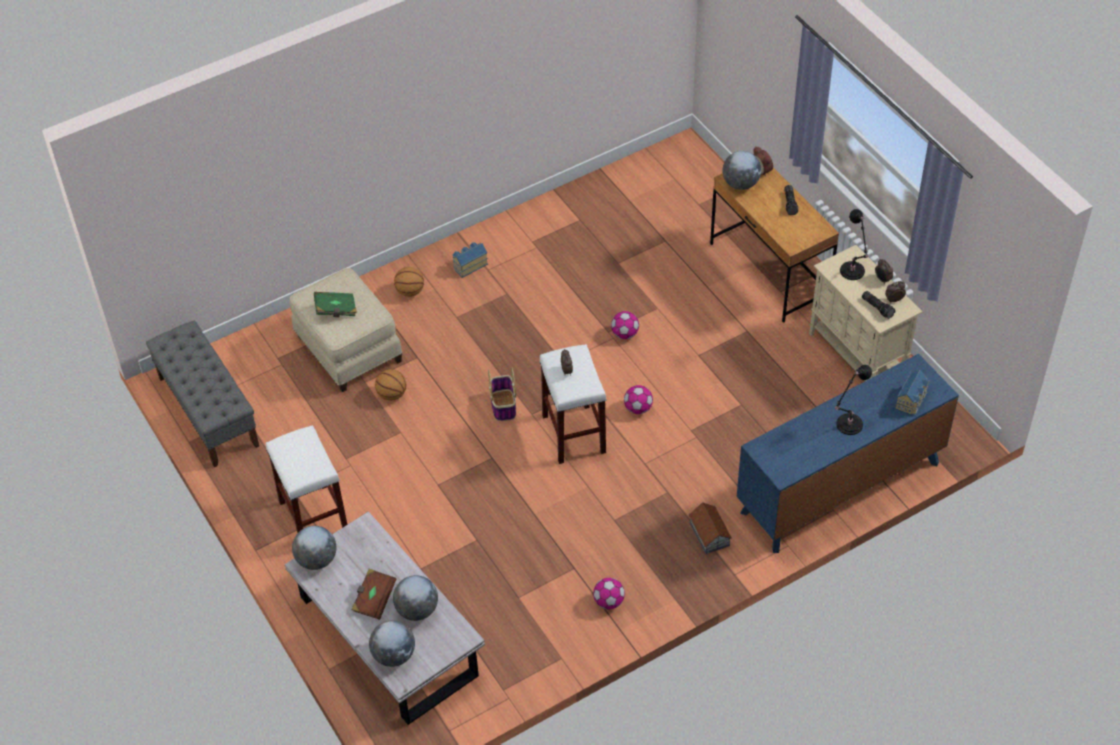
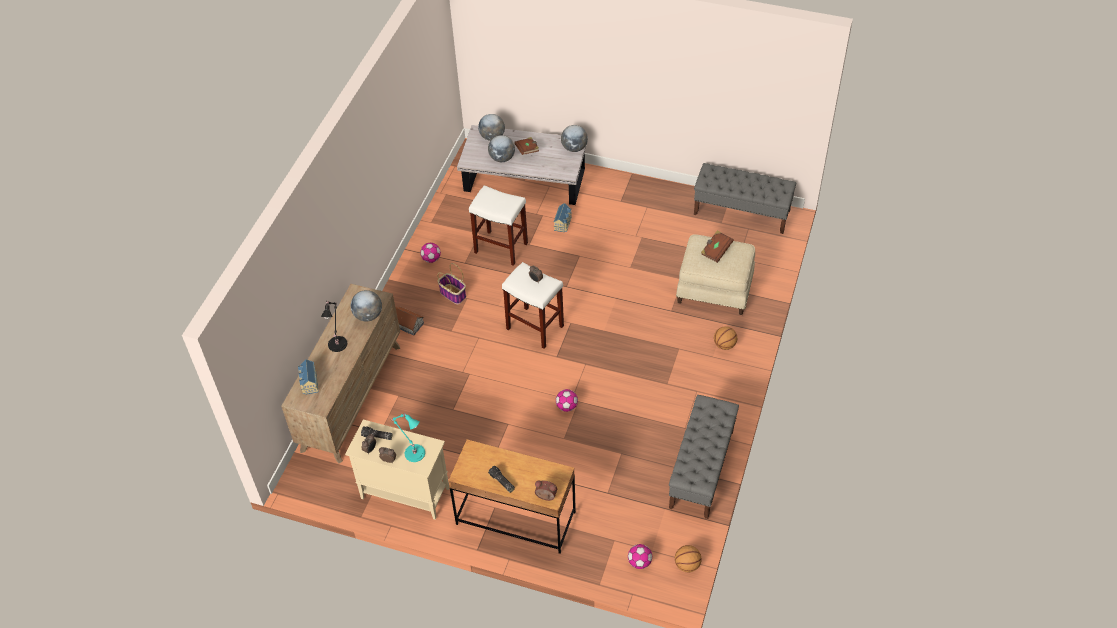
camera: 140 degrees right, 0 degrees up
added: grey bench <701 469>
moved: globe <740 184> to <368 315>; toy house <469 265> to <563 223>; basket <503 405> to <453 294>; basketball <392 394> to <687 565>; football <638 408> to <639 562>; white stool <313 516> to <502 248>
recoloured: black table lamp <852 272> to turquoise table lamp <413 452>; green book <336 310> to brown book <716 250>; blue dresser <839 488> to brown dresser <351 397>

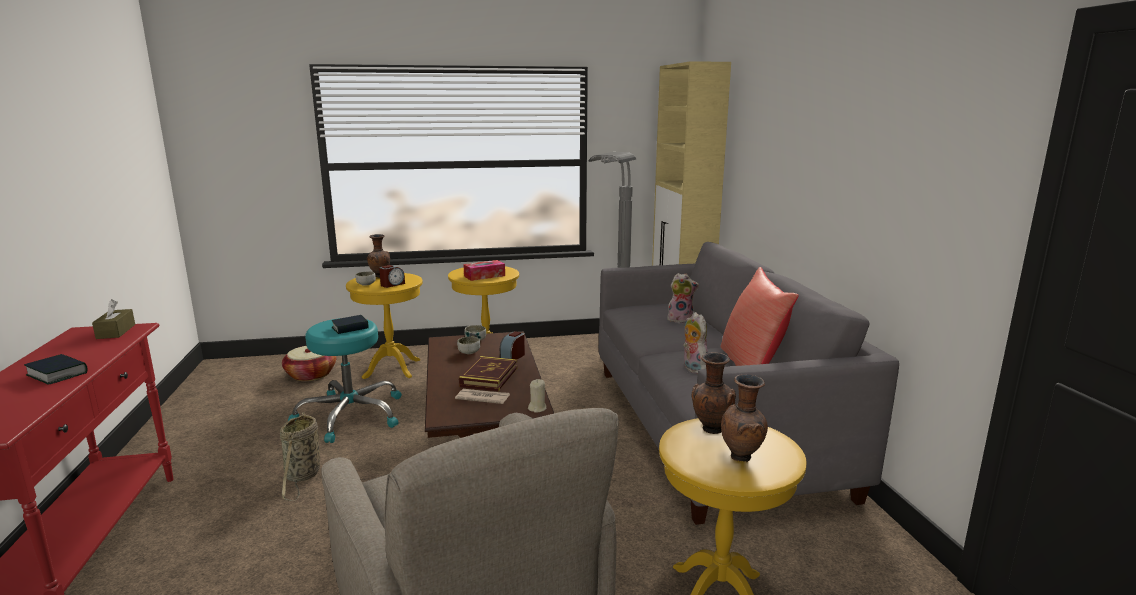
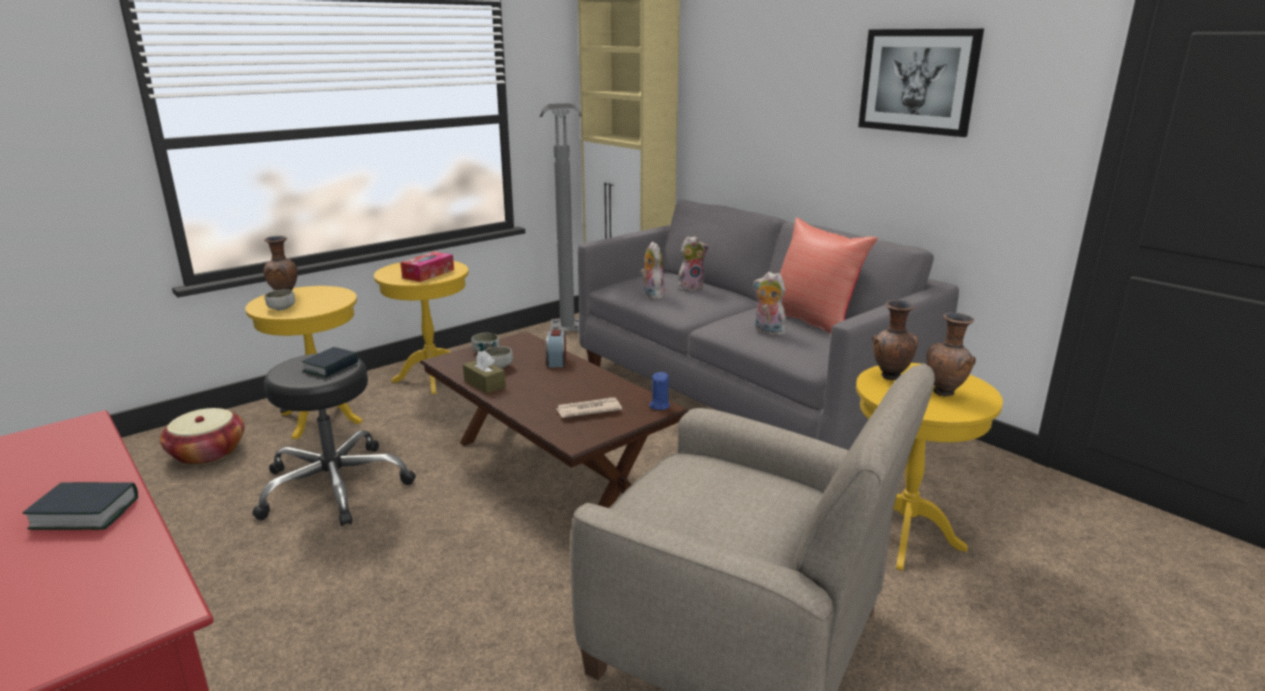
camera: 30 degrees left, 5 degrees up
removed: alarm clock <392 284>; book <489 377>; basket <302 476>
added: picture <918 81>; plush toy <652 295>
moved: brown tissue box <116 331> to <484 384>
recoloured: turquoise stool <350 415> to black stool <334 486>; beige candle <537 408> to blue candle <659 405>

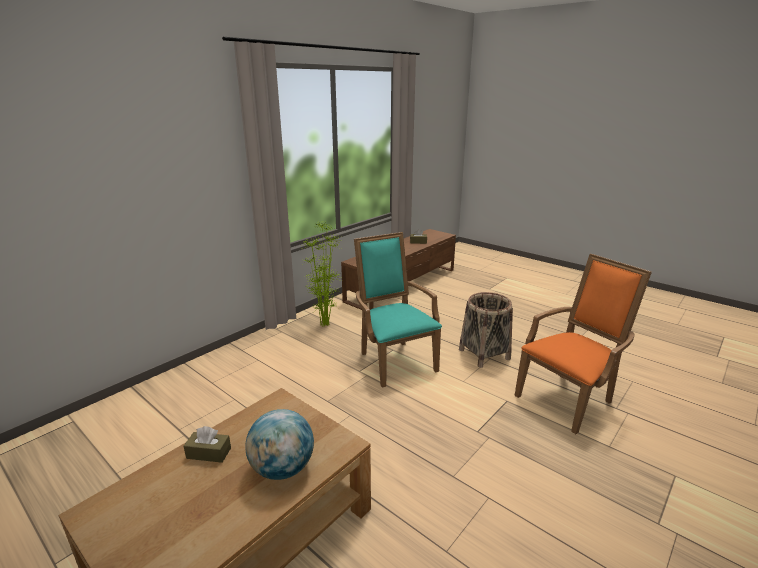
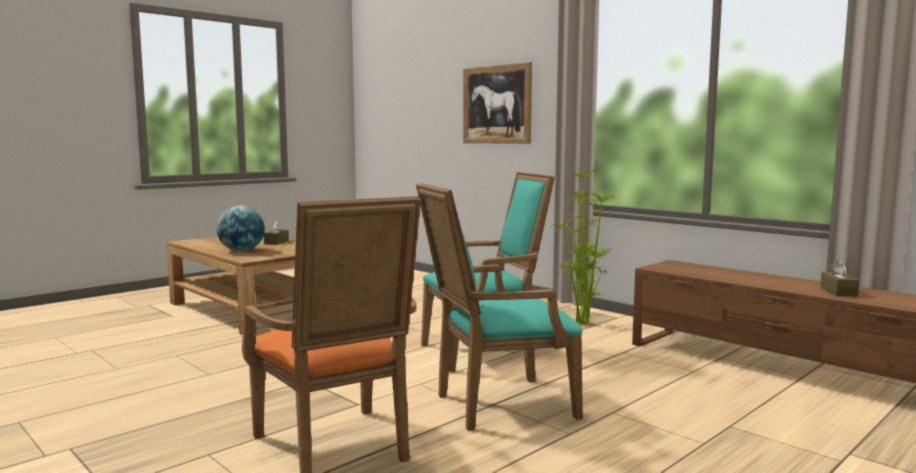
camera: 95 degrees right, 15 degrees down
added: picture <496 104>
replaced: basket <484 354> to turquoise armchair <496 406>

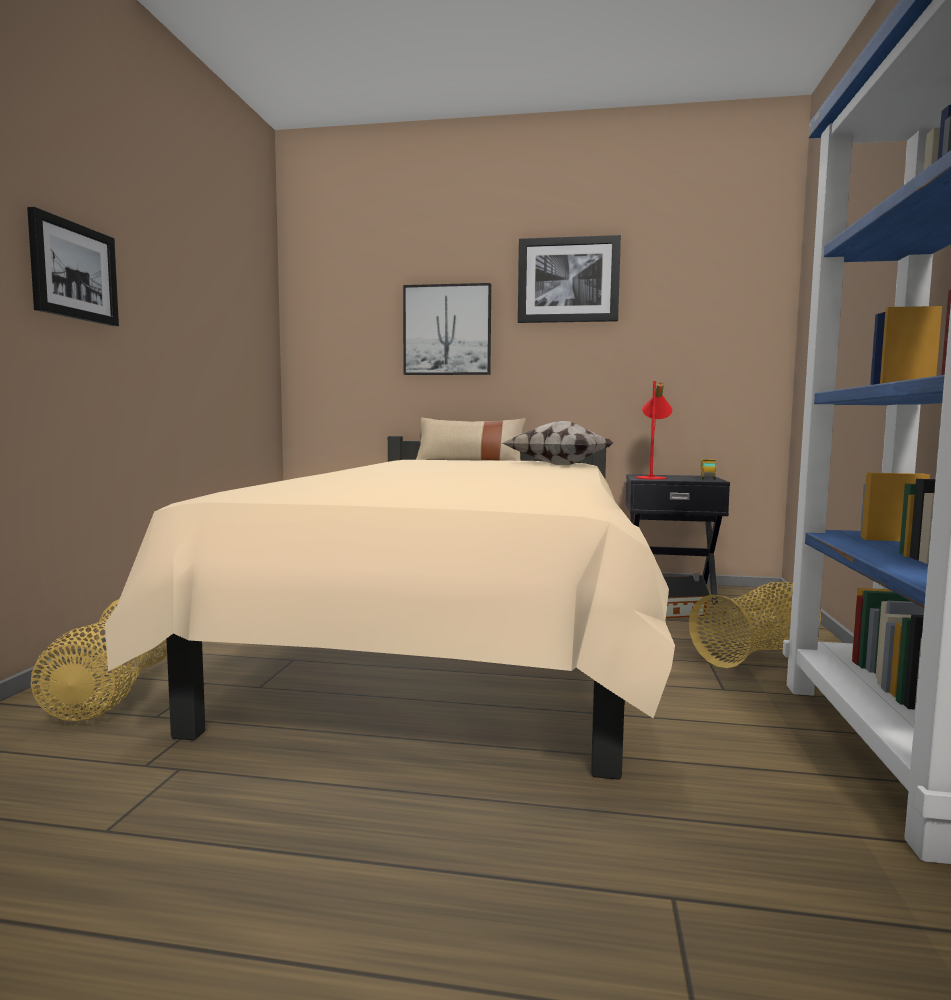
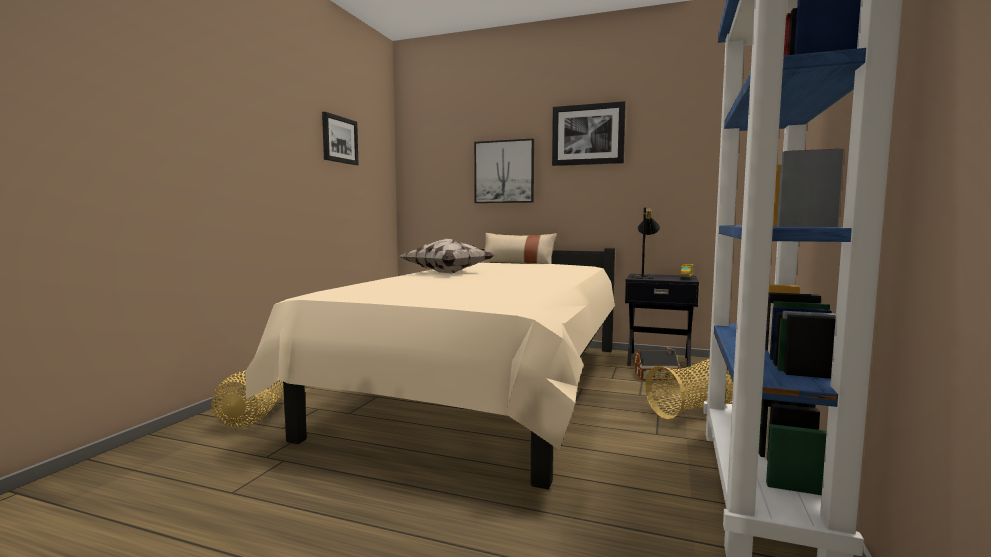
camera: 10 degrees right, 0 degrees up
moved: picture <73 271> to <339 140>; pillow <558 464> to <447 272>
recoloured: red table lamp <652 477> to black table lamp <644 277>

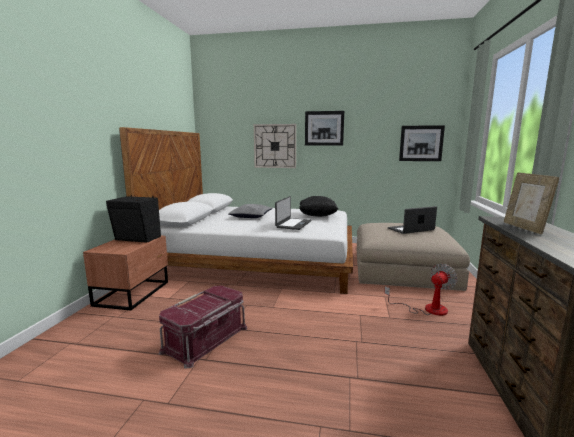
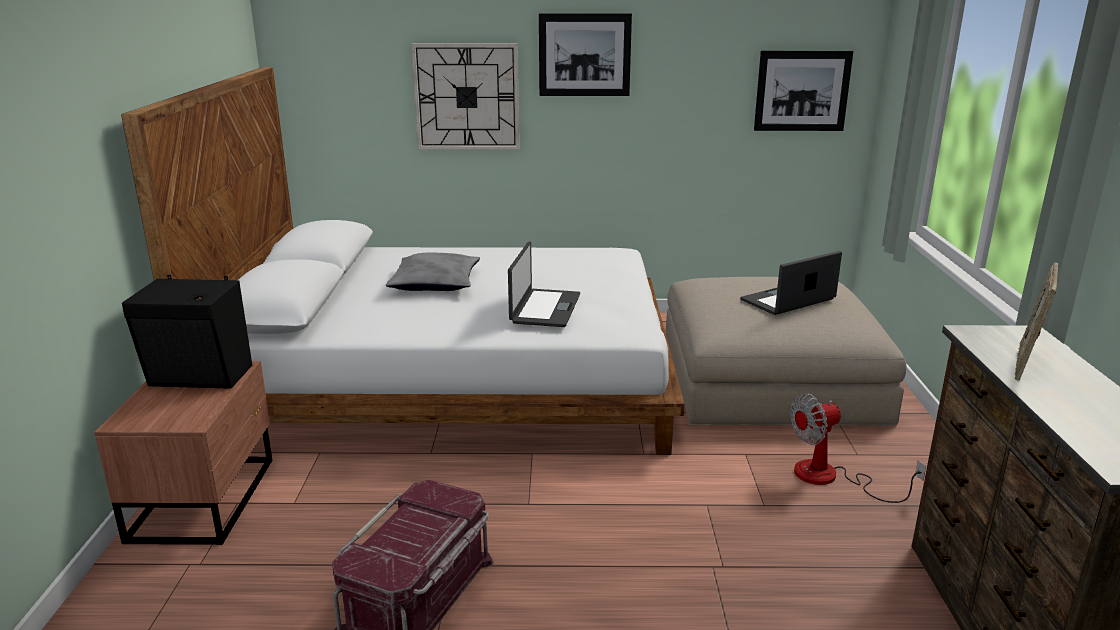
camera: 10 degrees left, 10 degrees up
removed: black pillow <317 216>
turned: picture frame <524 228> = <1026 364> 45 degrees clockwise; fan <427 309> = <831 478> 150 degrees counterclockwise

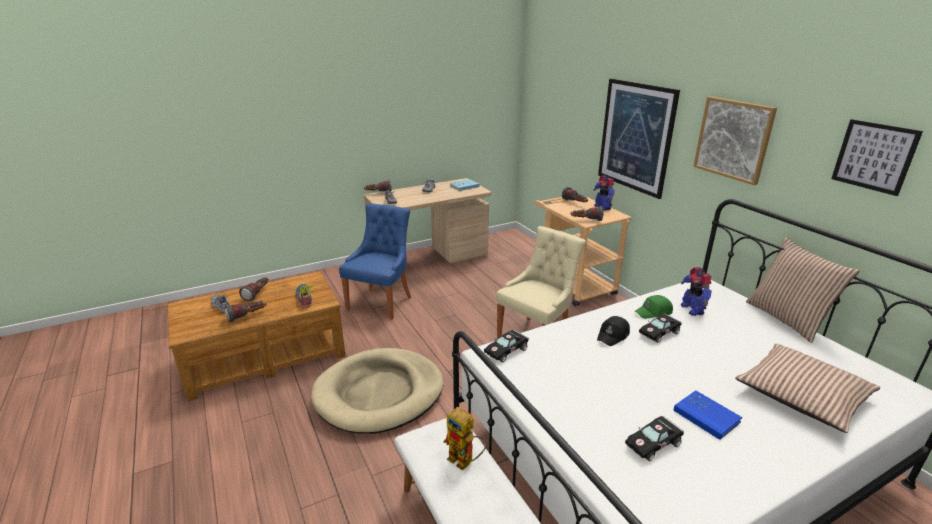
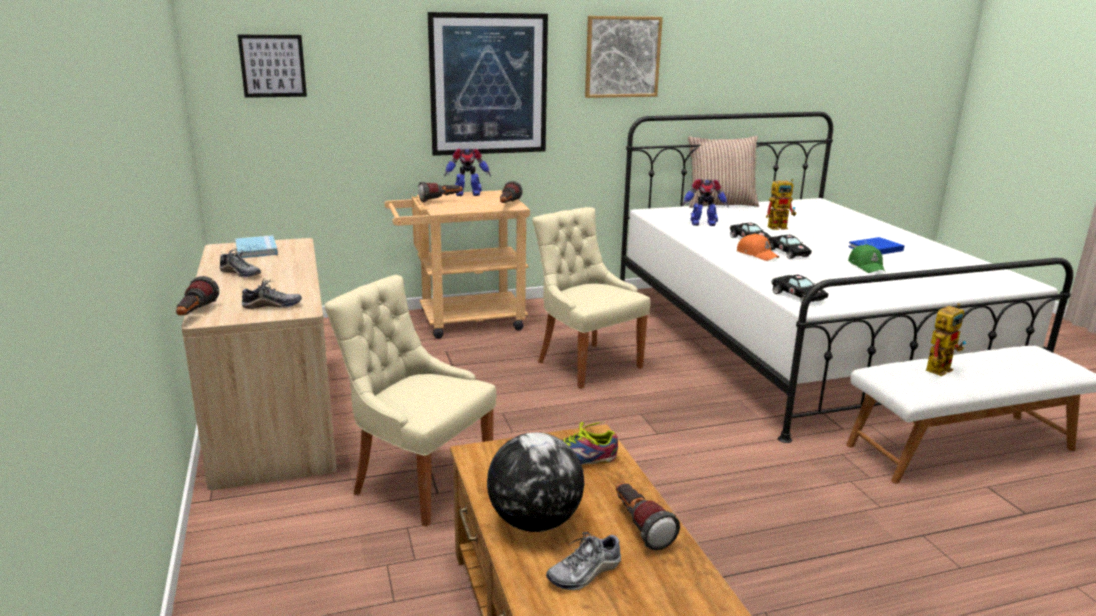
camera: 80 degrees left, 5 degrees down
removed: pillow <802 395>; beige dog bed <379 393>
added: toy robot <780 227>
moved: picture <874 156> to <273 66>; green cap <654 312> to <866 266>; black toy car <654 443> to <787 252>
replaced: flashlight <258 294> to globe <534 521>
recoloured: blue chair <381 302> to beige chair <418 481>; black cap <613 335> to orange cap <757 254>

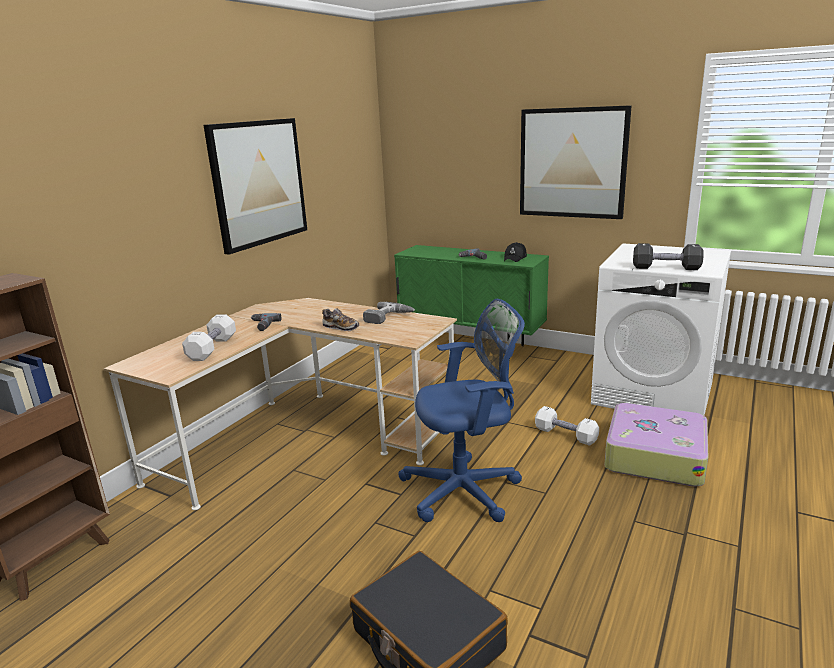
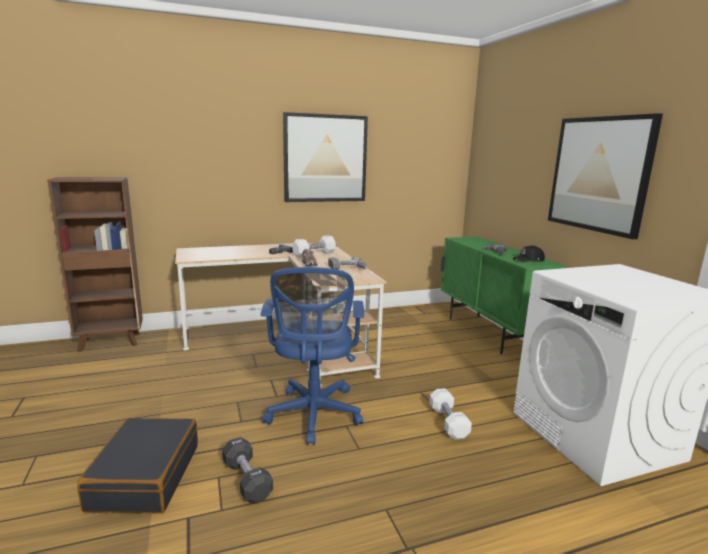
camera: 40 degrees right, 5 degrees down
removed: suitcase <654 455>
moved: black dumbbell <666 268> to <247 480>; white dumbbell <212 348> to <314 254>
turned: blue office chair <466 490> = <314 416> 60 degrees clockwise

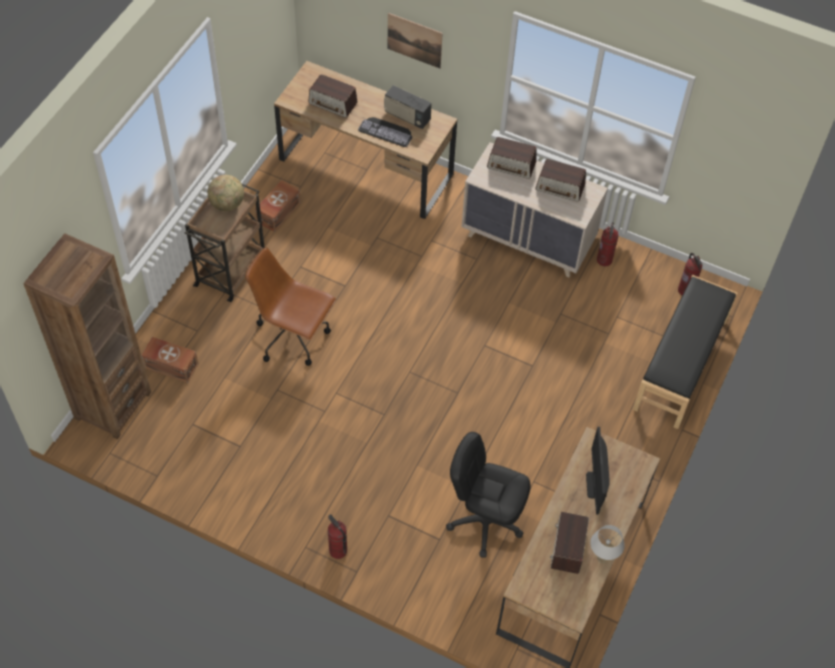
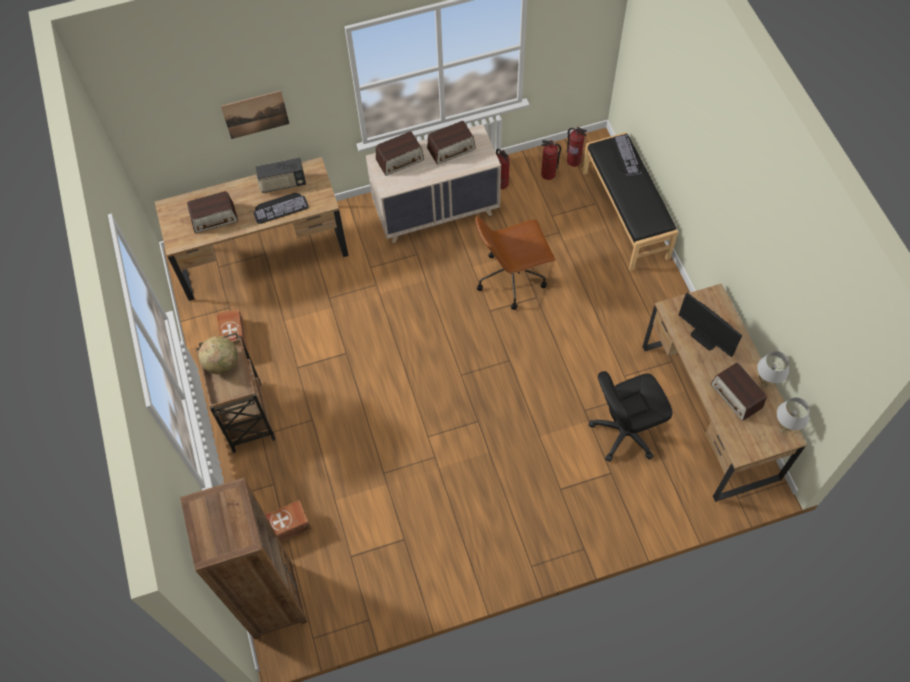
camera: 40 degrees left, 5 degrees up
added: keyboard <624 155>; white table lamp <783 429>
moved: brown office chair <293 337> to <512 278>; fire extinguisher <337 550> to <548 174>

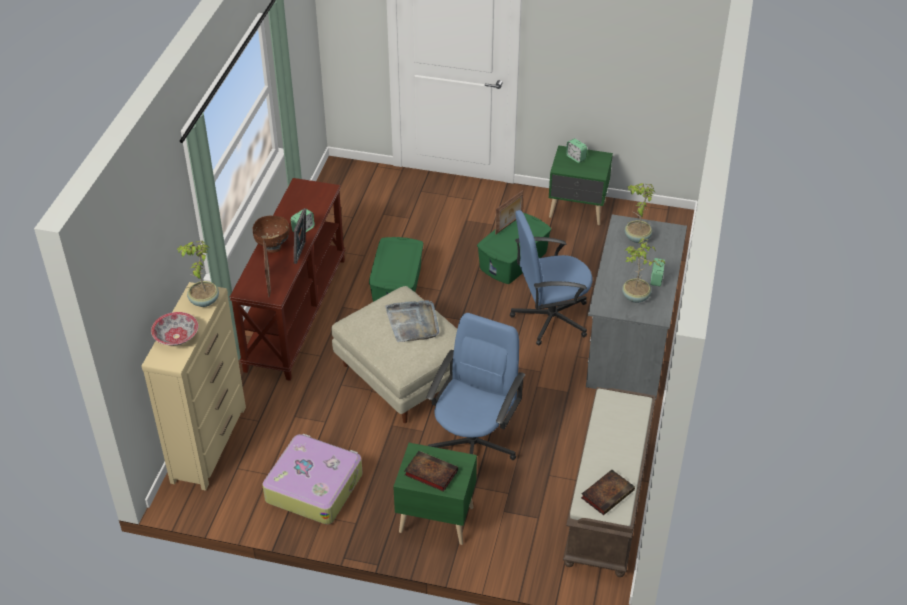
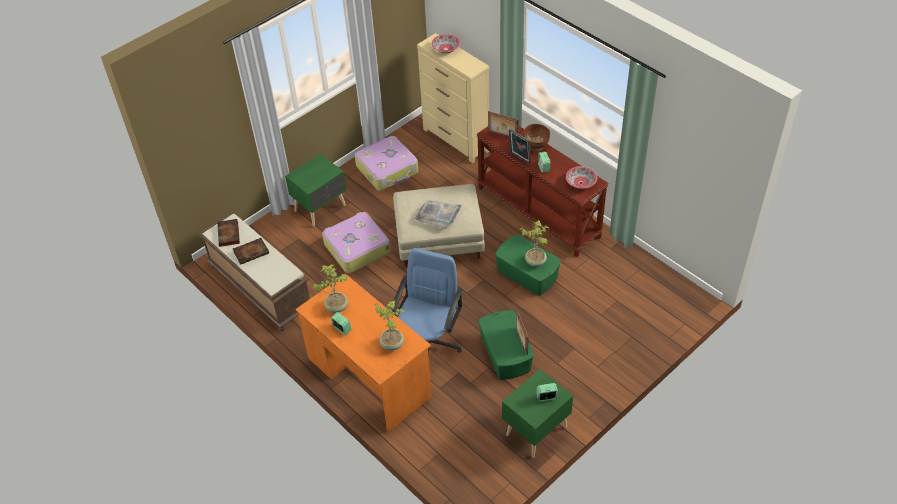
camera: 125 degrees right, 5 degrees up
added: bowl <581 183>
moved: potted plant <203 301> to <535 261>; book <429 473> to <252 252>
replaced: blue office chair <474 444> to suitcase <356 248>
recoloured: grey desk <630 341> to orange desk <369 377>

